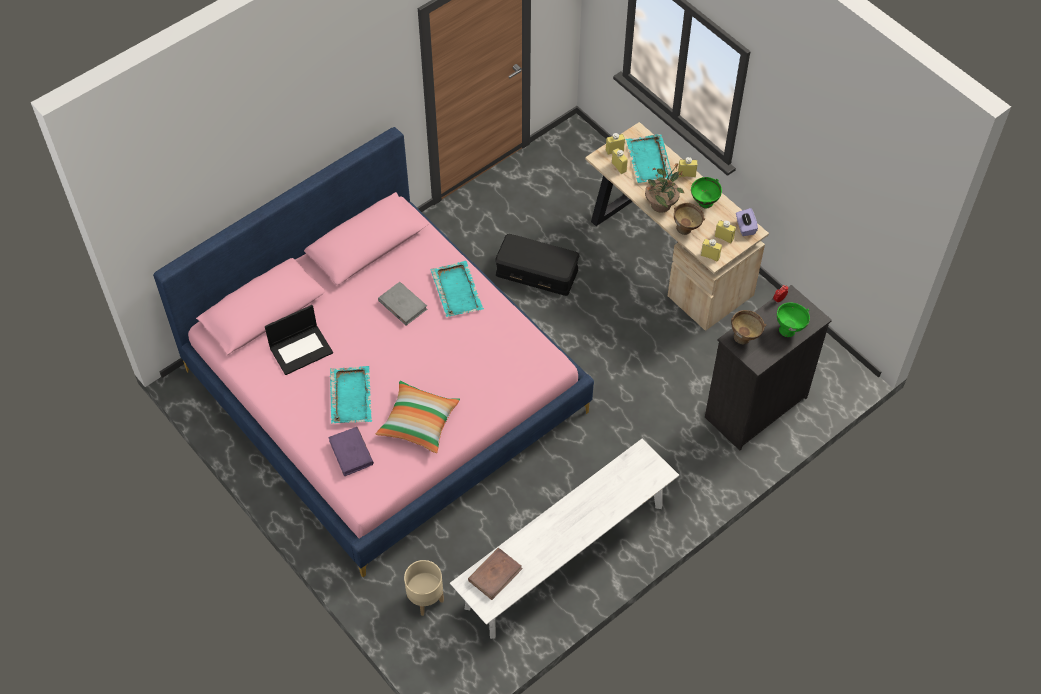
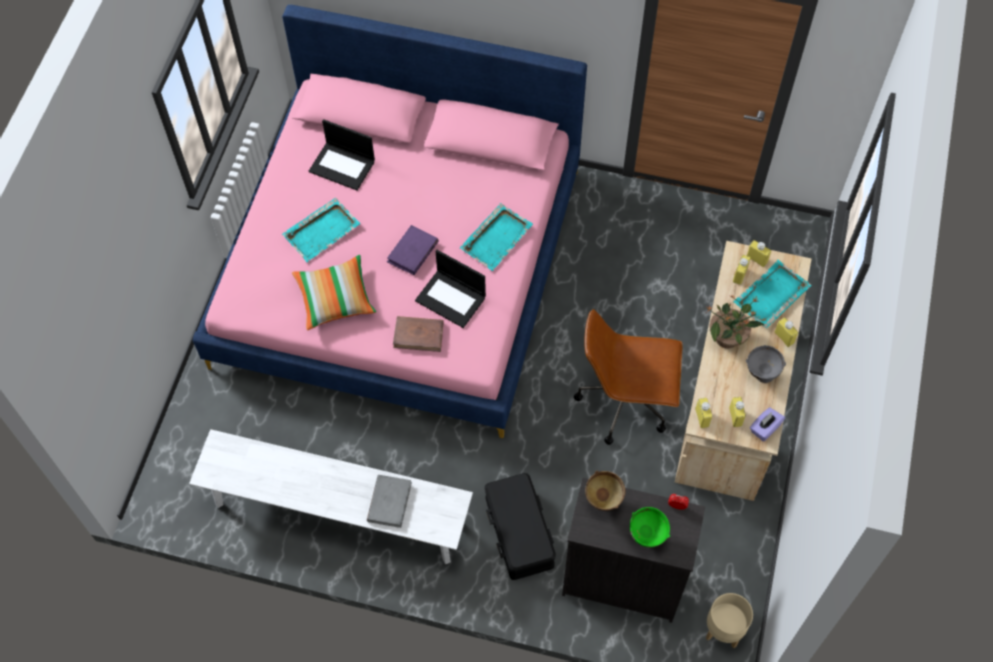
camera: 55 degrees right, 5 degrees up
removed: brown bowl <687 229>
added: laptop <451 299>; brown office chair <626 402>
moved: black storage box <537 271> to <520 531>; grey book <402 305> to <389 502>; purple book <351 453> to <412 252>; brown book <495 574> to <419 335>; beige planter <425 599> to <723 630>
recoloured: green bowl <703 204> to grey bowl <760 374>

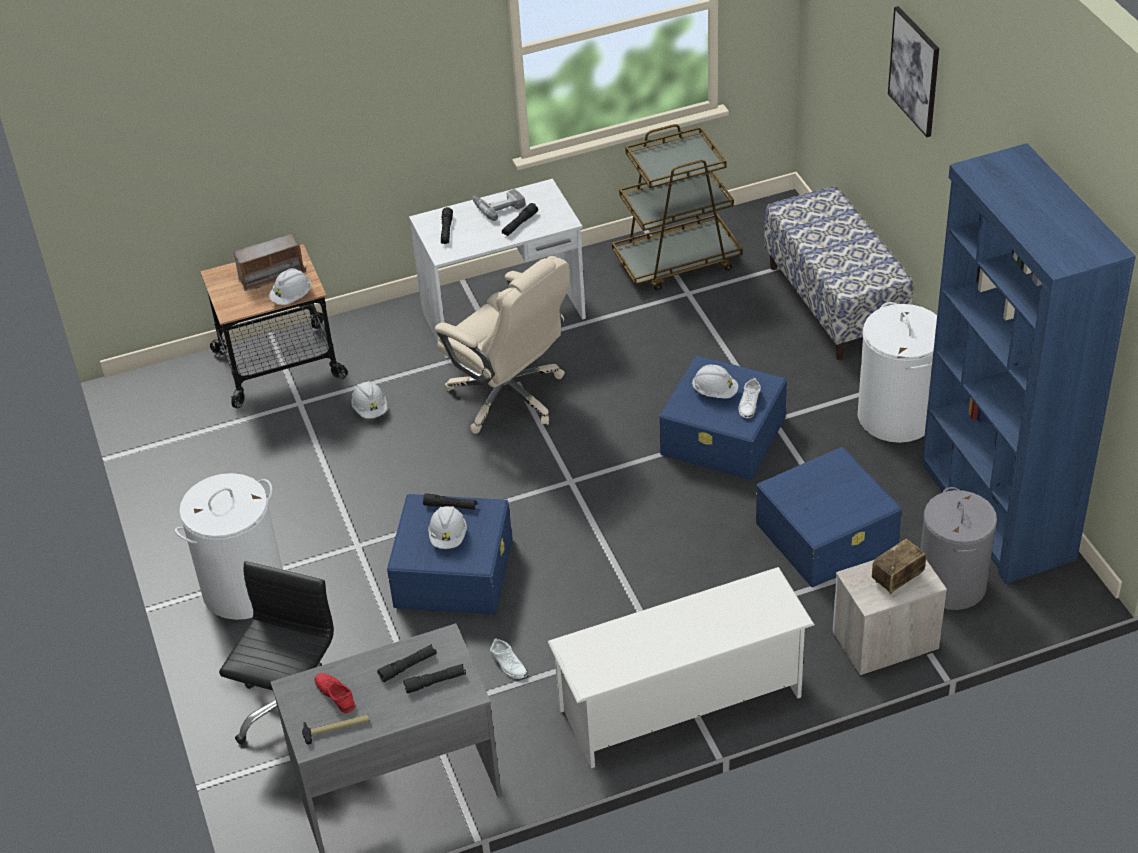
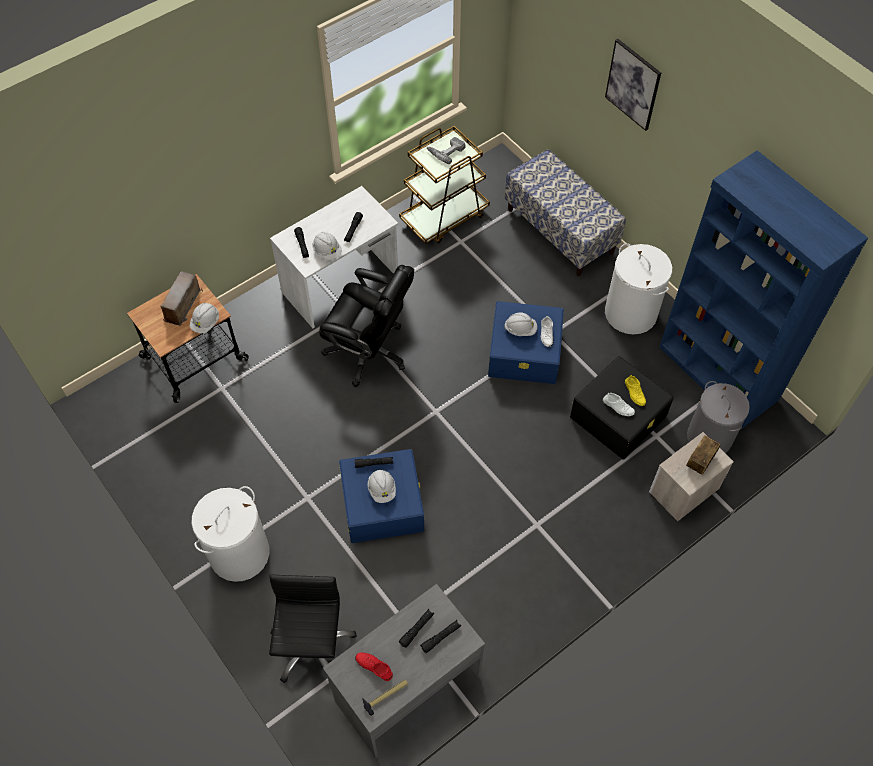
camera: 20 degrees left, 15 degrees up
removed: white shoe rack <681 703>
added: yellow shoe <634 393>
moved: power drill <498 206> to <446 151>; white hard hat <370 409> to <327 251>; white shoe <508 664> to <618 407>
recoloured: beige office chair <509 397> to black office chair <369 351>; blue storage box <827 534> to black storage box <619 416>
turned: radio <272 275> = <183 306> 150 degrees clockwise

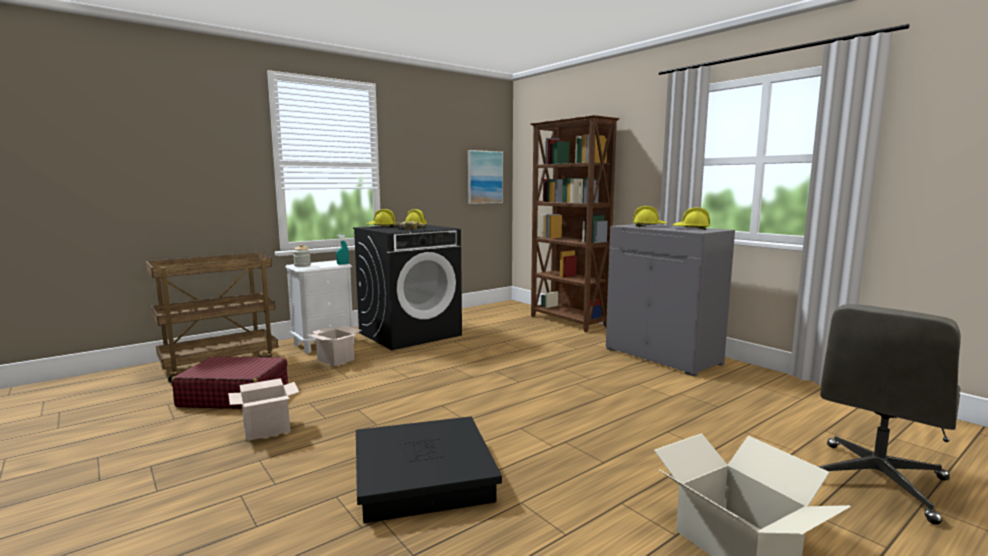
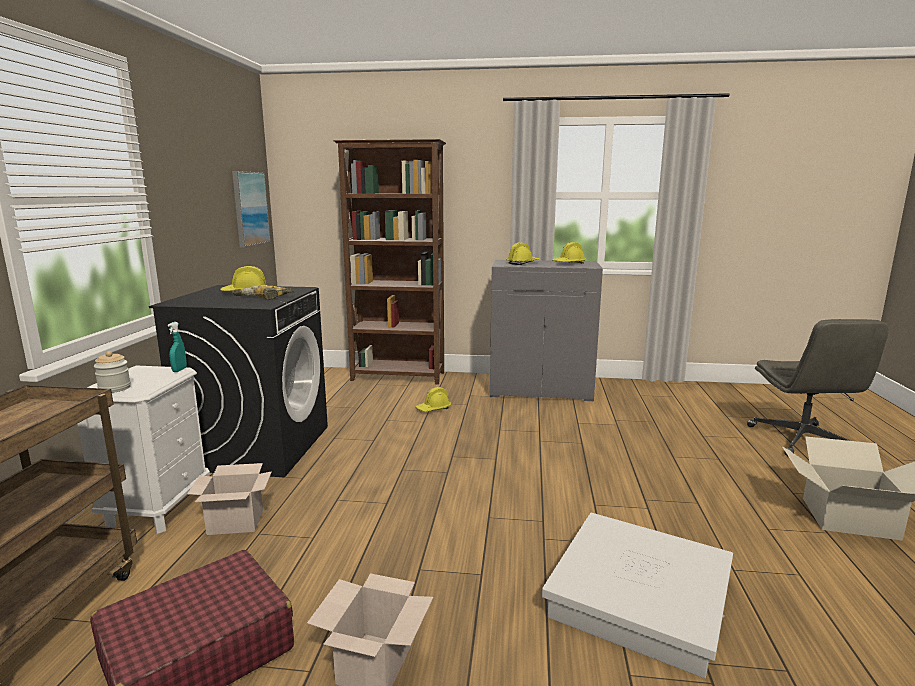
camera: 45 degrees left, 5 degrees up
moved: yellow hard hat <381 226> to <433 409>
recoloured: black storage box <422 477> to white storage box <639 599>

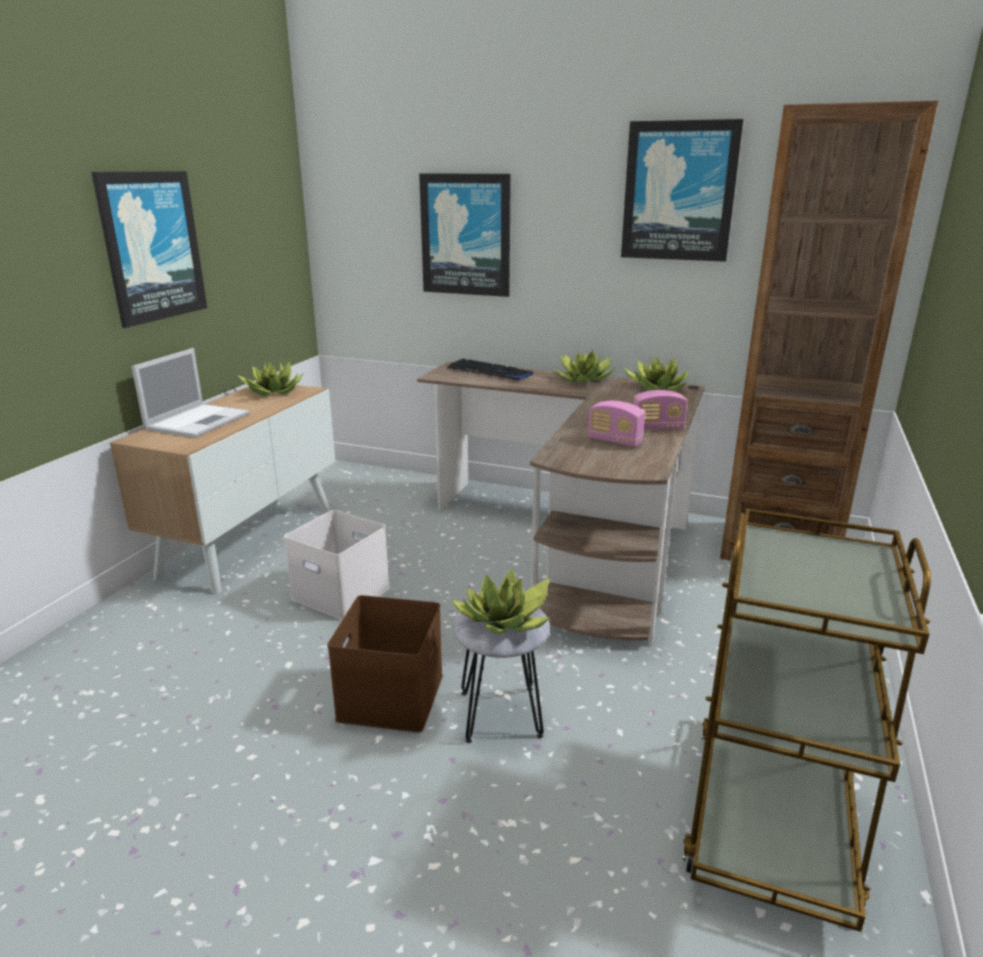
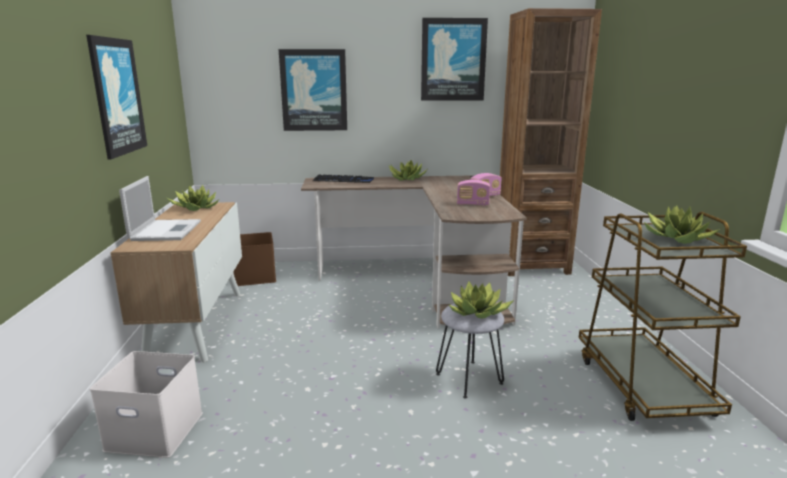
camera: 25 degrees left, 5 degrees down
moved: potted plant <656 388> to <676 238>; white storage box <343 593> to <157 430>; brown storage box <389 695> to <254 276>

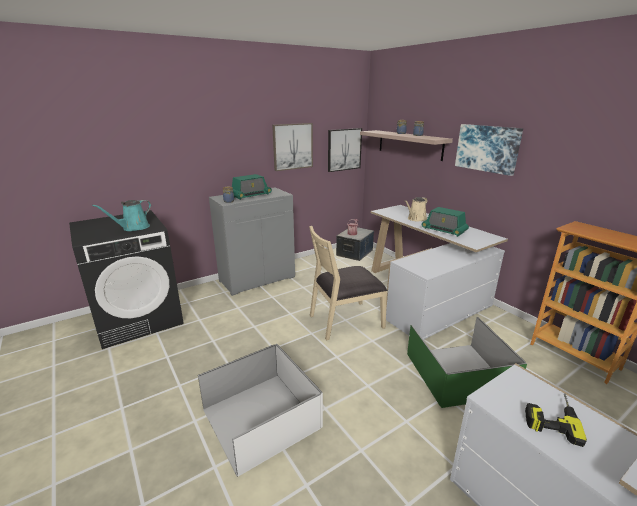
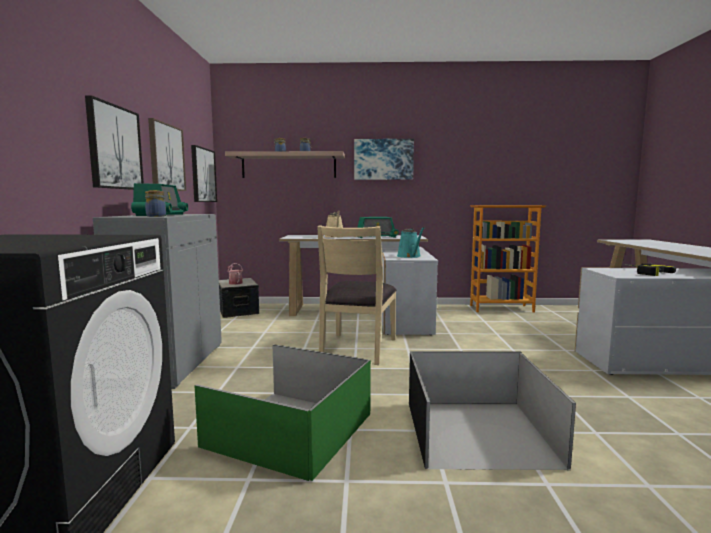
camera: 55 degrees left, 15 degrees down
added: picture <114 147>
moved: turquoise watering can <133 228> to <410 256>; green storage box <459 373> to <291 428>
recoloured: white storage box <260 417> to black storage box <476 432>

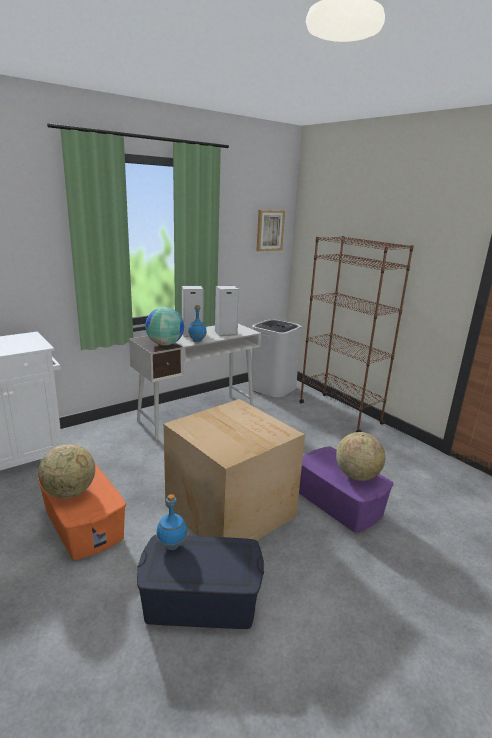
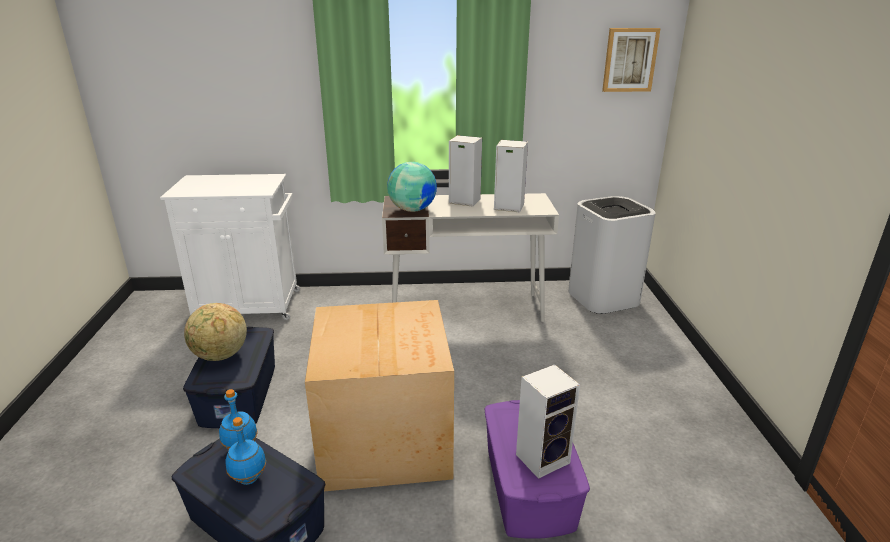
camera: 35 degrees right, 5 degrees up
removed: brown bookcase <339 412>
moved: blue bottle <197 341> to <249 478>
replaced: globe <357 475> to speaker <543 457>
recoloured: orange storage box <84 524> to blue storage box <240 394>

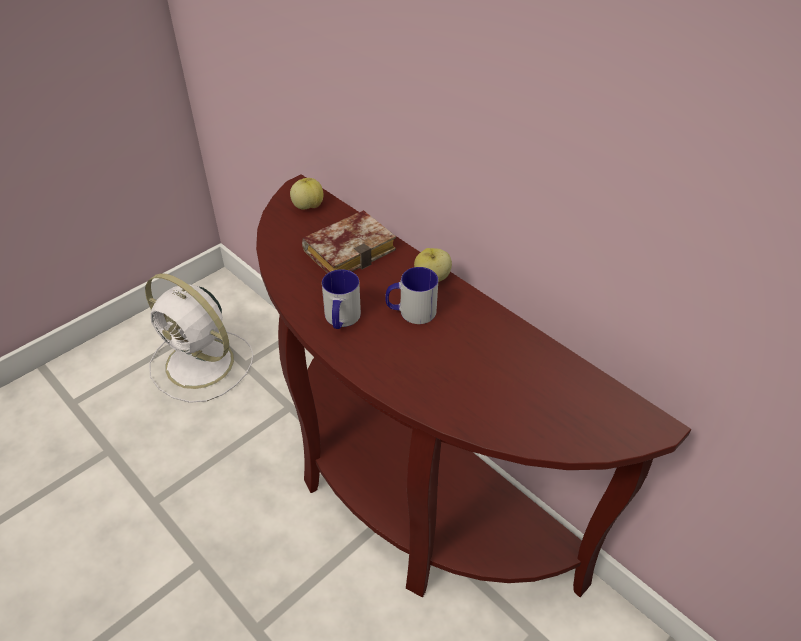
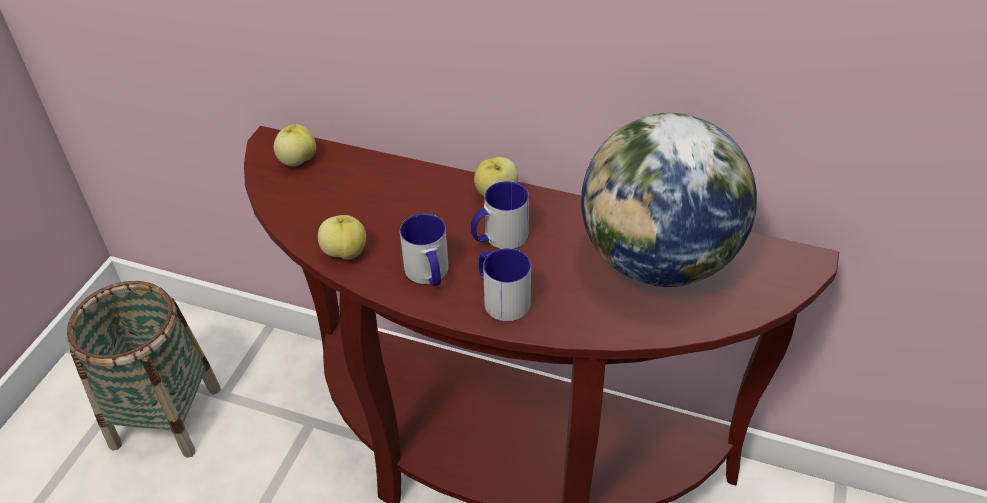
camera: 25 degrees left, 0 degrees up
removed: book <351 249>
added: globe <657 261>; apple <345 252>; mug <501 298>
replaced: white fan <202 364> to basket <166 416>

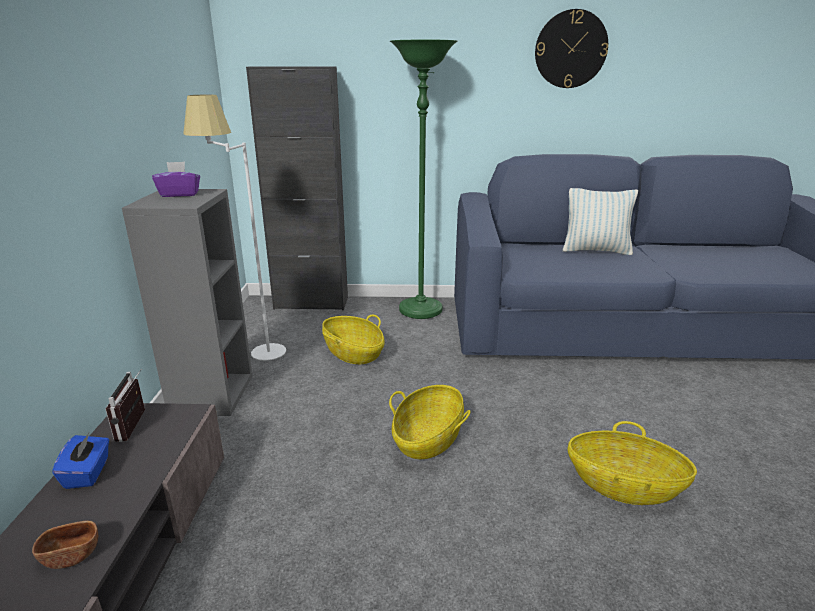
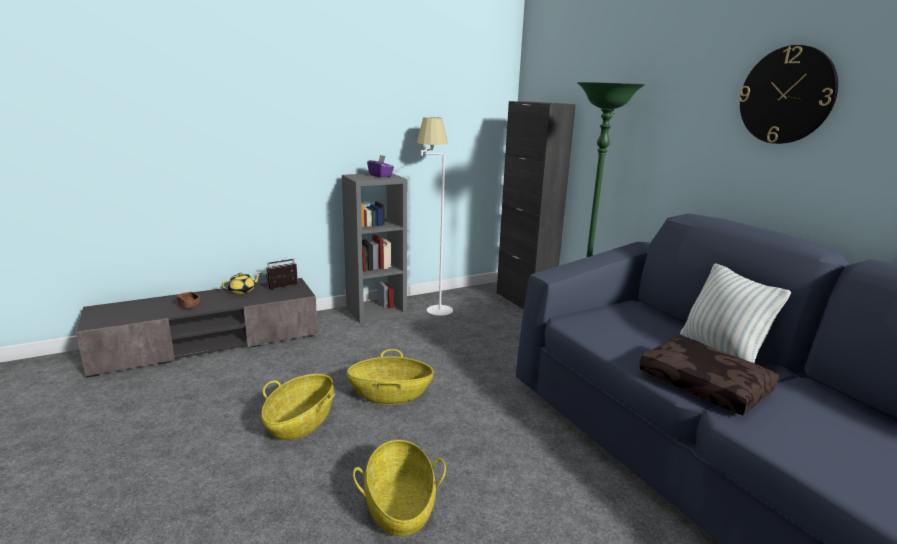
camera: 60 degrees right, 5 degrees down
added: brown pillow <705 385>
moved: basket <353 353> to <301 422>
replaced: blue tissue box <88 473> to yellow teapot <242 291>

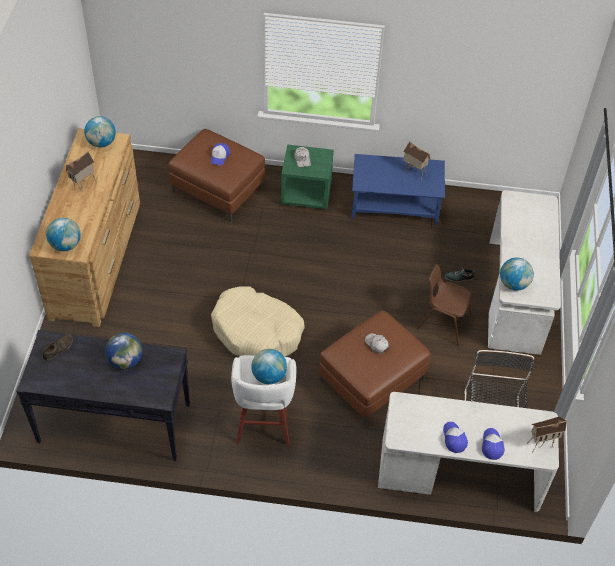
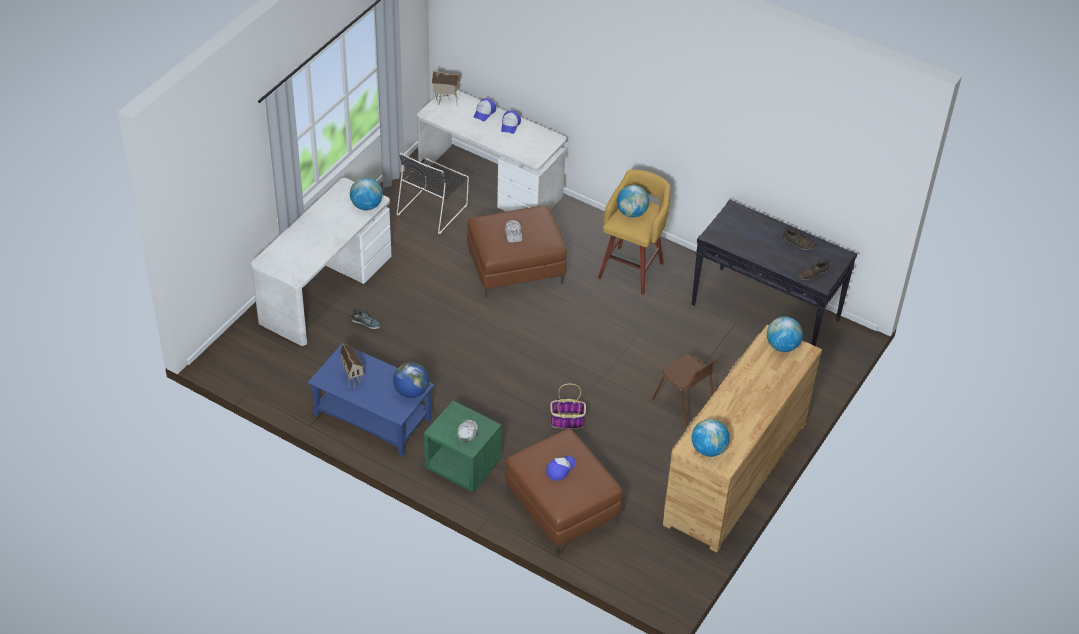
camera: 155 degrees left, 5 degrees down
removed: toy house <84 185>; beige dog bed <257 331>
added: brown shoe <798 243>; basket <566 421>
moved: brown chair <443 323> to <684 404>; globe <125 361> to <411 392>
recoloured: white stool <263 423> to yellow stool <632 269>

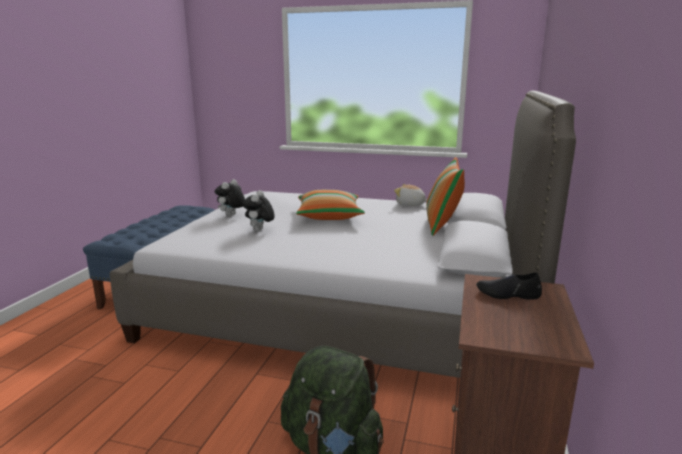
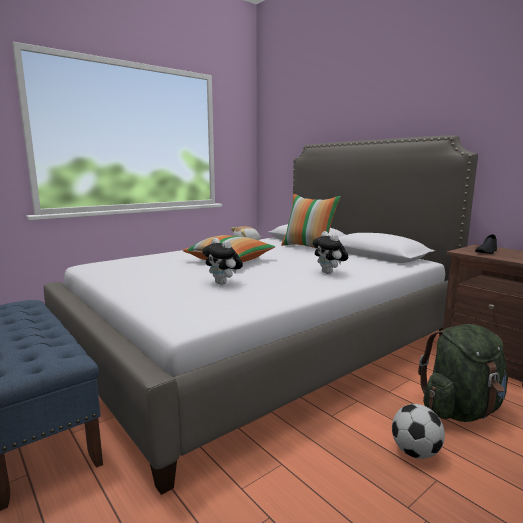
camera: 55 degrees left, 5 degrees down
added: football <415 452>
moved: plush toy <231 216> to <329 273>

